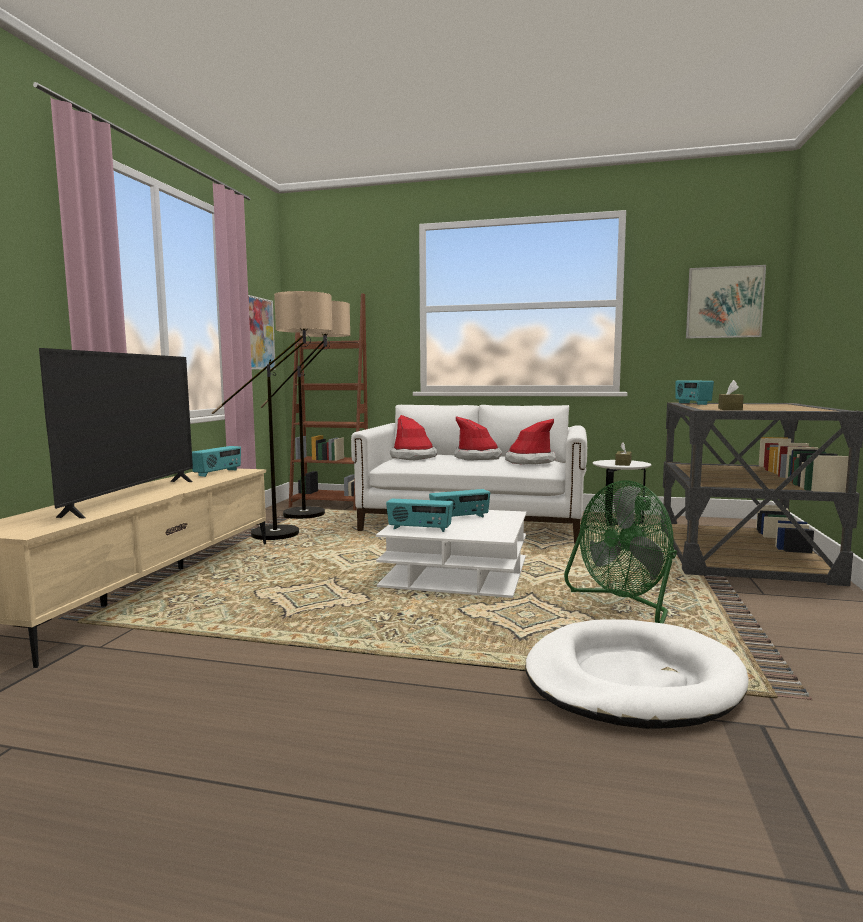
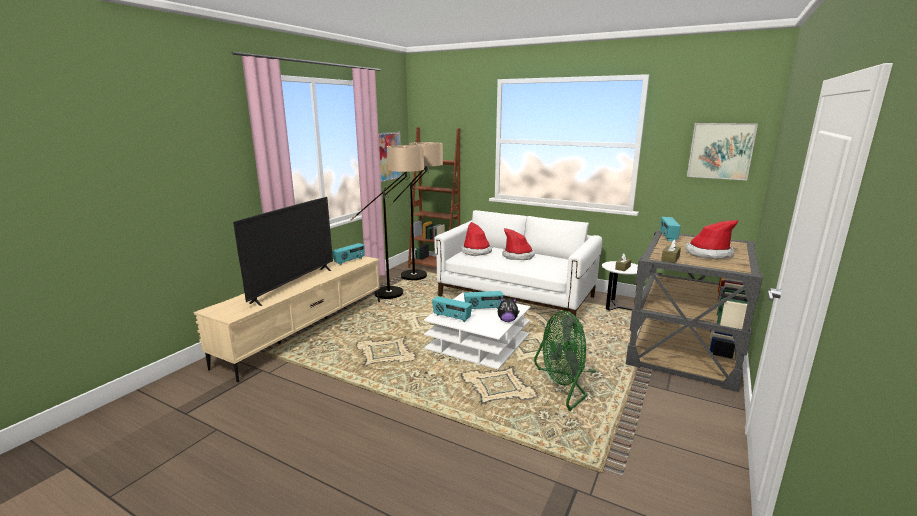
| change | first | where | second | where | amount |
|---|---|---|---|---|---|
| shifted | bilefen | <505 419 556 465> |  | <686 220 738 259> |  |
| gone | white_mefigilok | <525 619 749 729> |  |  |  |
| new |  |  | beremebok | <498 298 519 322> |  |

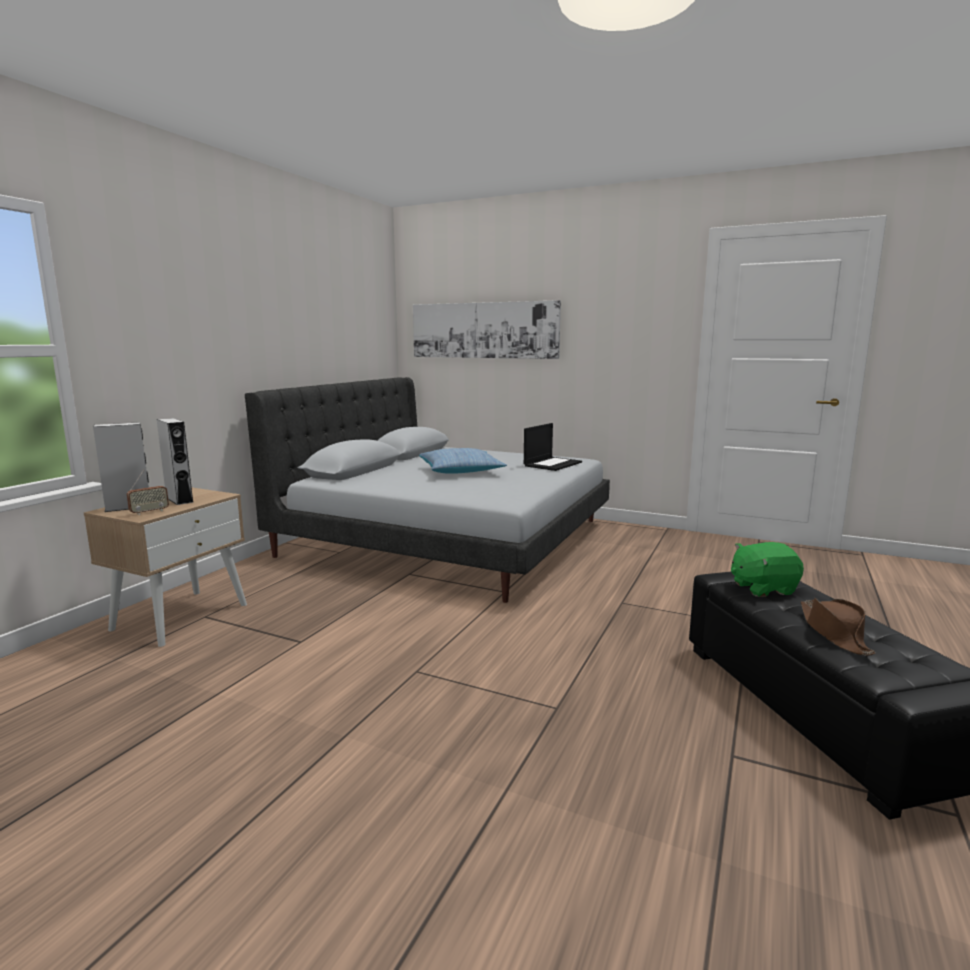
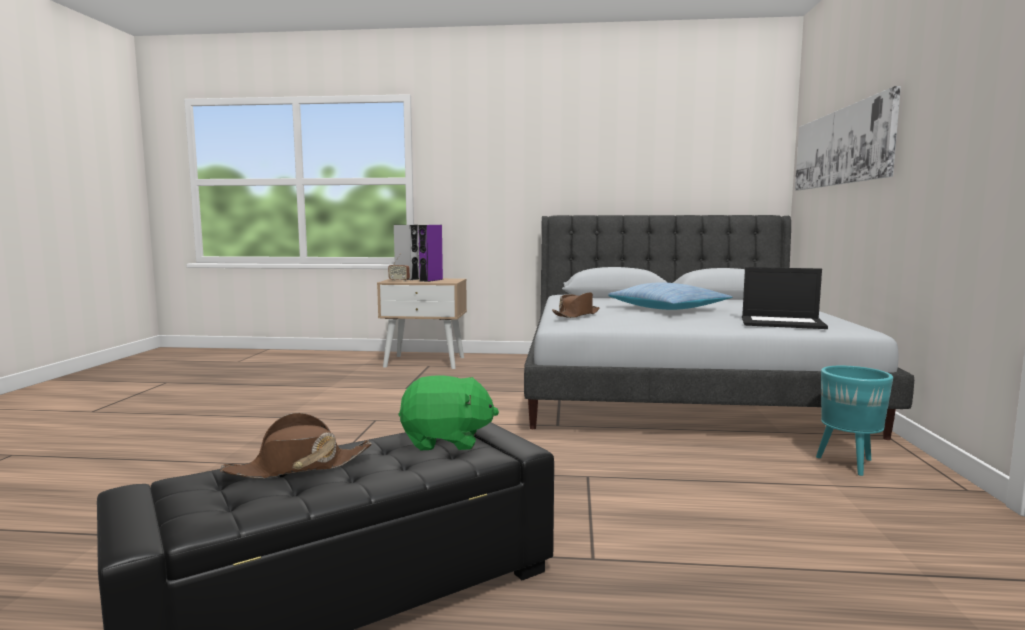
| change | first | where | second | where | amount |
|---|---|---|---|---|---|
| repainted | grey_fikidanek | <157 418 193 505> | purple_fikidanek | <418 225 443 282> |  |
| rotated | green_beremebok | <731 542 804 597> |  | <398 375 499 450> | 120 degrees clockwise |
| new |  |  | brown_bilefen | <552 293 599 318> |  |
| new |  |  | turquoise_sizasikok | <816 366 893 476> |  |

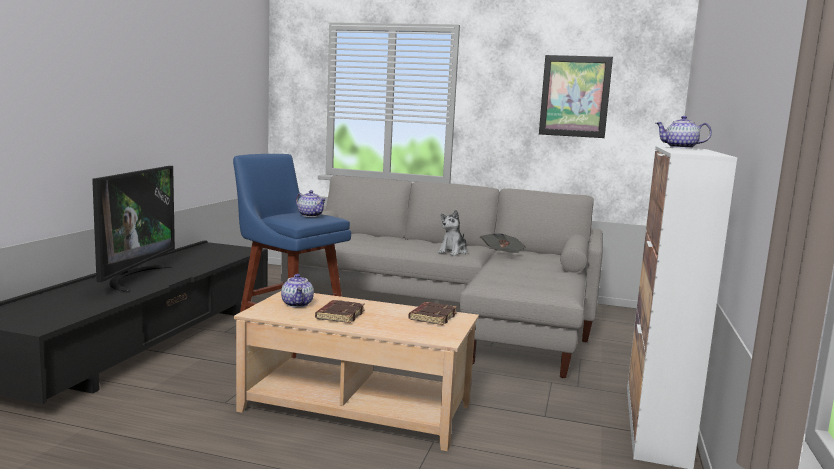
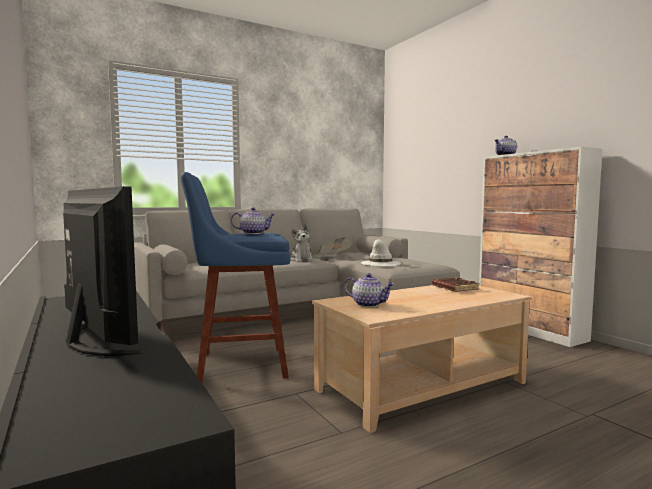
| change | first | where | second | where | amount |
|---|---|---|---|---|---|
| gone | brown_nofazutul | <315 300 365 323> |  |  |  |
| gone | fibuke | <539 55 613 138> |  |  |  |
| new |  |  | white_bilefen | <361 240 401 266> |  |

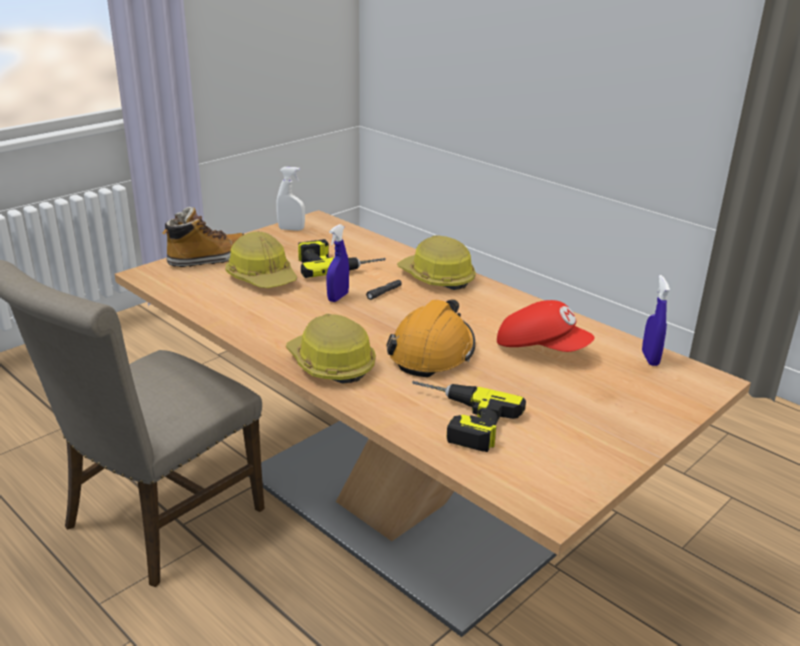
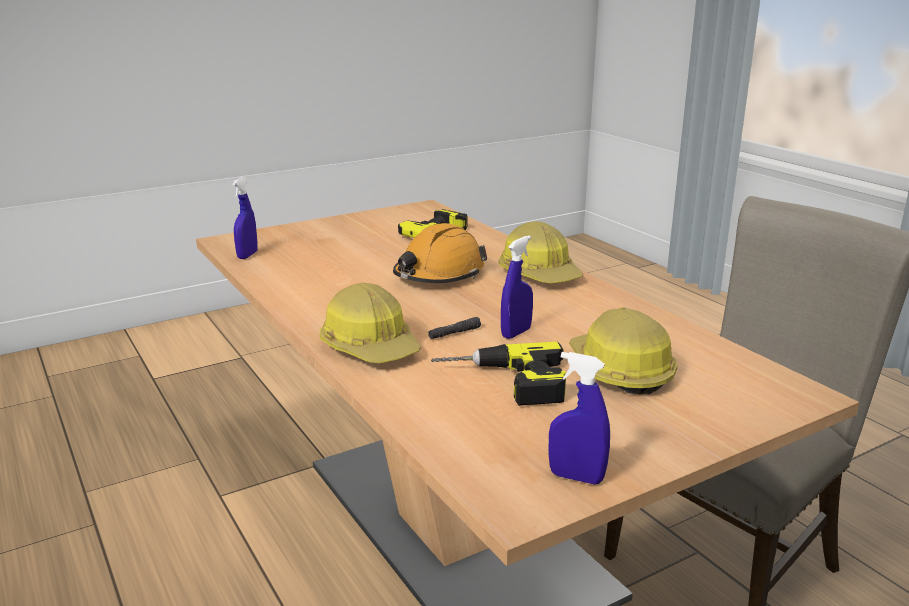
| change | first | where | second | where | amount |
|---|---|---|---|---|---|
| gone | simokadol | <162 207 245 267> |  |  |  |
| repainted | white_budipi | <276 167 305 231> | blue_budipi | <548 352 610 484> |  |
| gone | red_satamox | <497 300 595 352> |  |  |  |

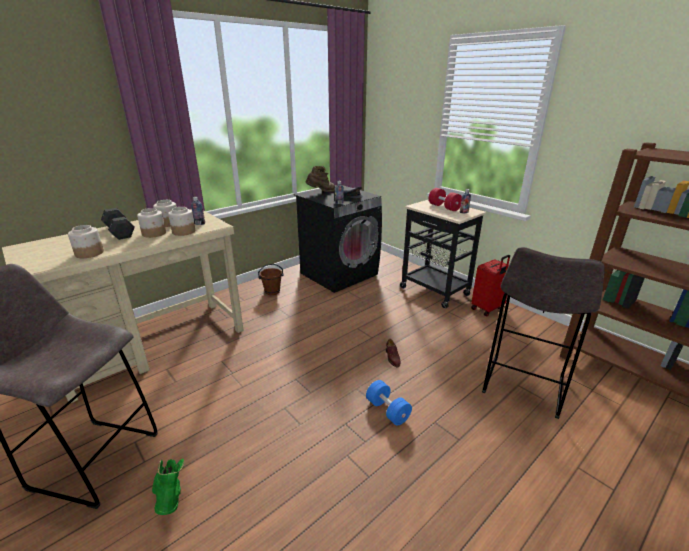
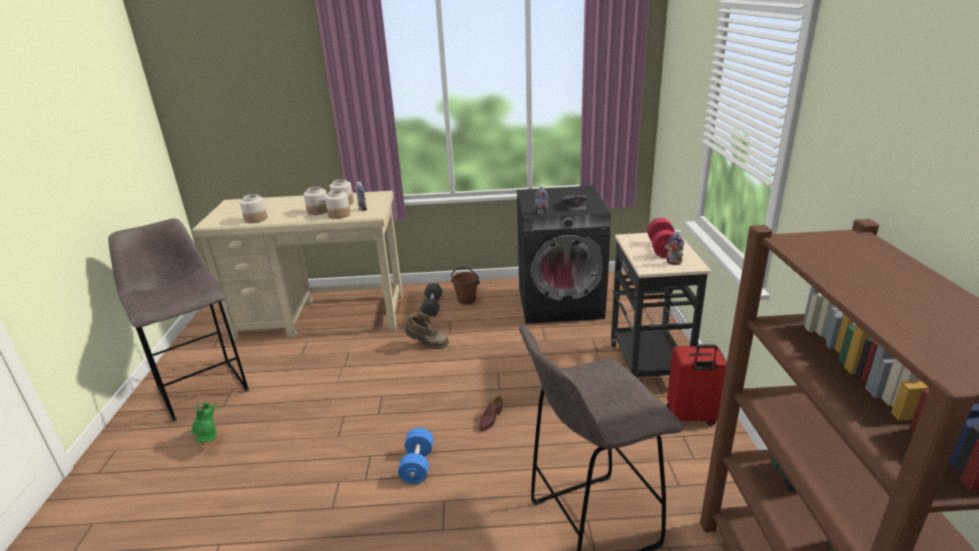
| change | first | where | second | where | amount |
|---|---|---|---|---|---|
| shifted | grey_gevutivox | <101 208 135 240> |  | <420 283 443 317> |  |
| rotated | green_simokadol | <152 459 185 515> |  | <191 402 218 442> | 45 degrees counterclockwise |
| shifted | brown_simokadol | <305 166 335 192> |  | <405 312 449 349> |  |

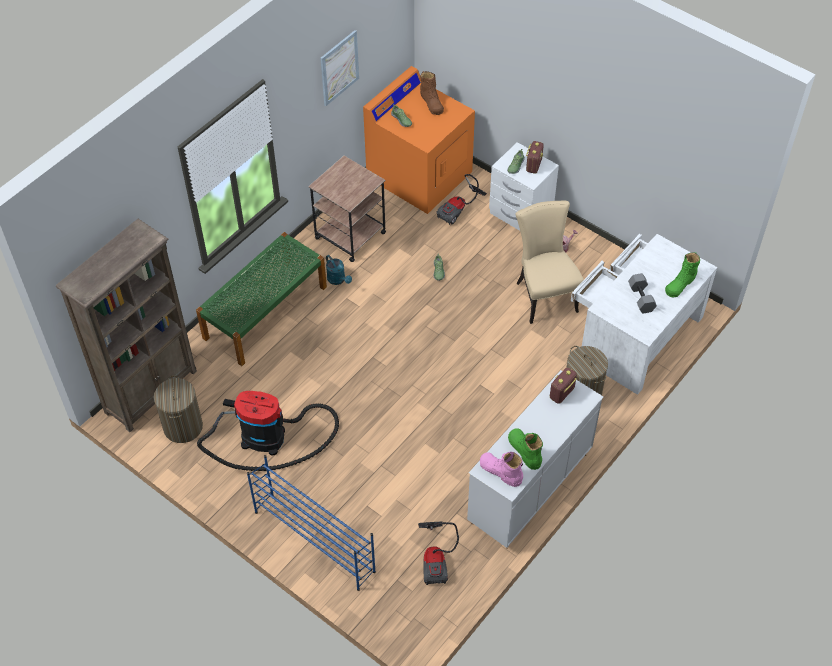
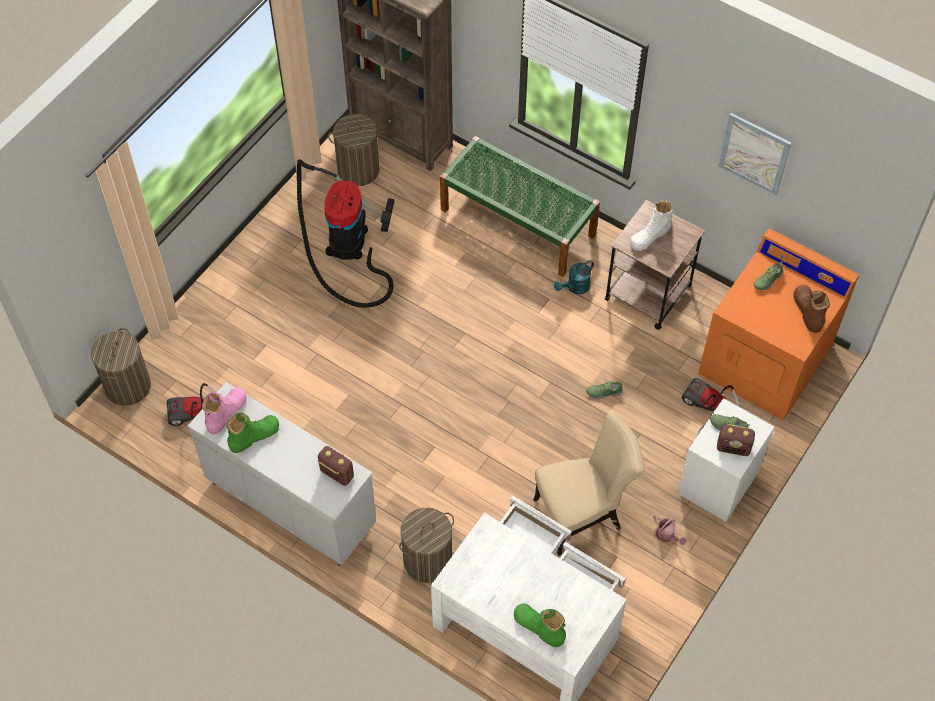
| change | first | where | second | where | amount |
|---|---|---|---|---|---|
| gone | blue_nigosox | <247 455 376 591> |  |  |  |
| rotated | brown_simokadol | <420 71 444 115> |  | <793 284 830 333> | 105 degrees clockwise |
| gone | grey_gevutivox | <628 273 657 313> |  |  |  |
| new |  |  | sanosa | <91 328 151 405> |  |
| new |  |  | white_simokadol | <630 200 673 251> |  |

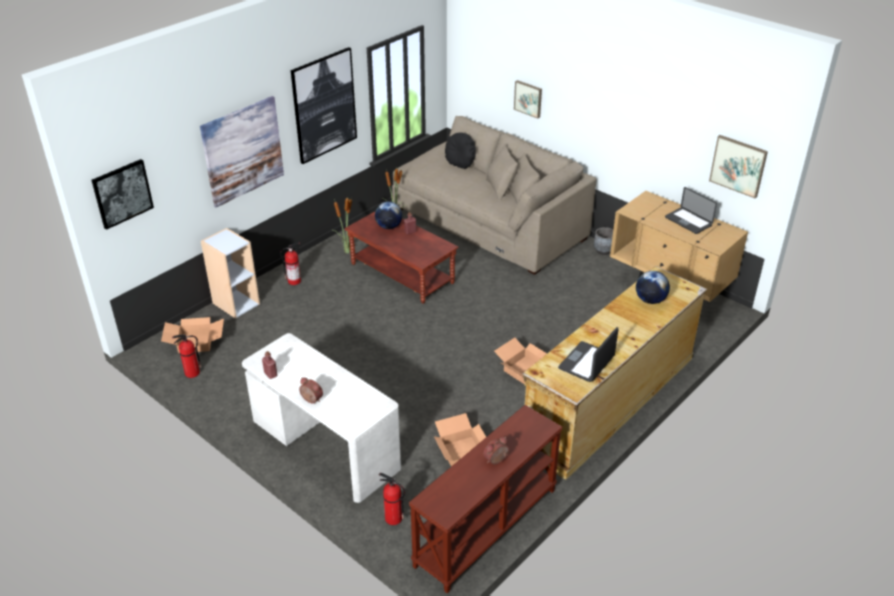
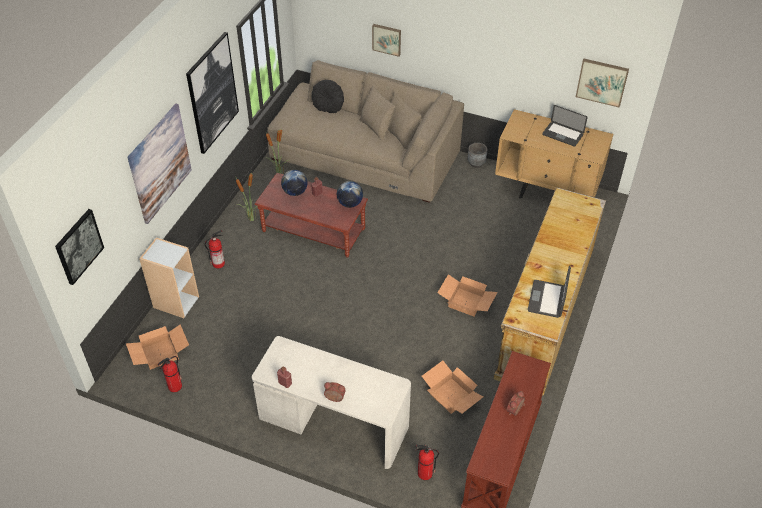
| change | first | where | second | where | amount |
|---|---|---|---|---|---|
| shifted | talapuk | <636 271 670 304> |  | <337 181 363 208> |  |

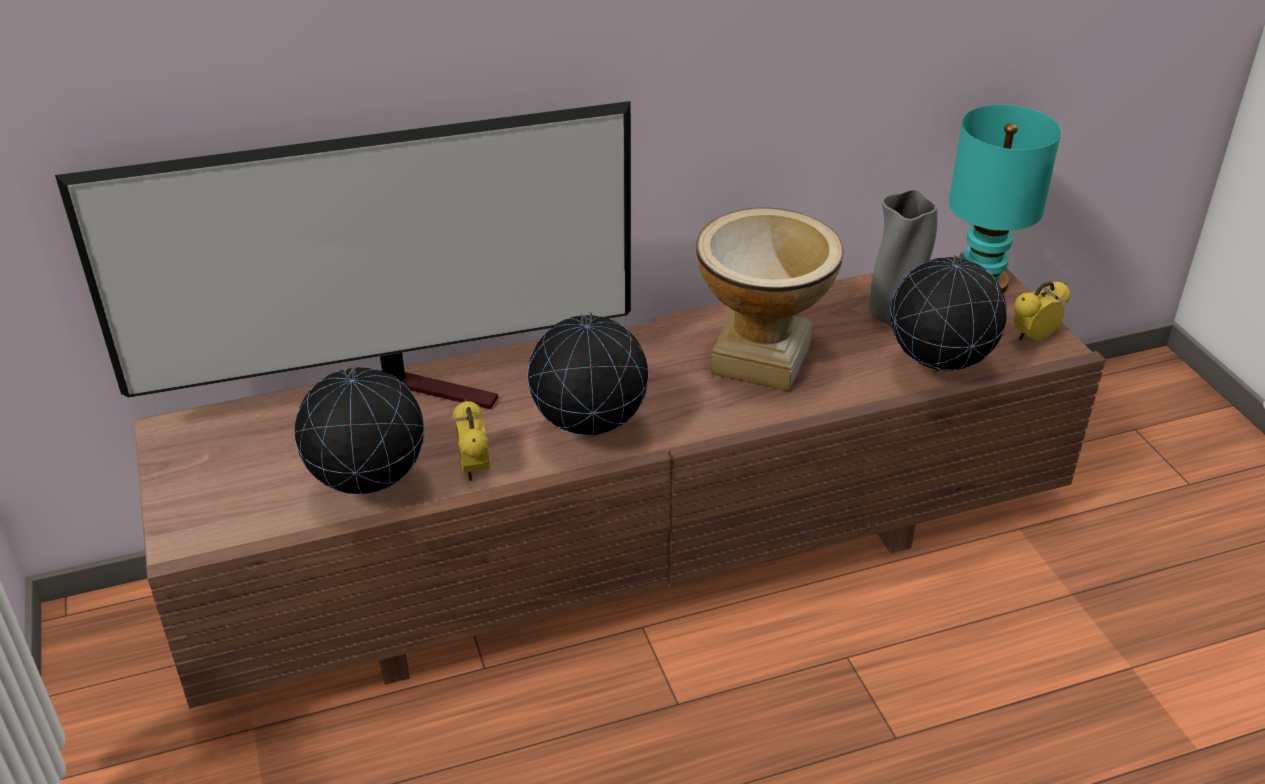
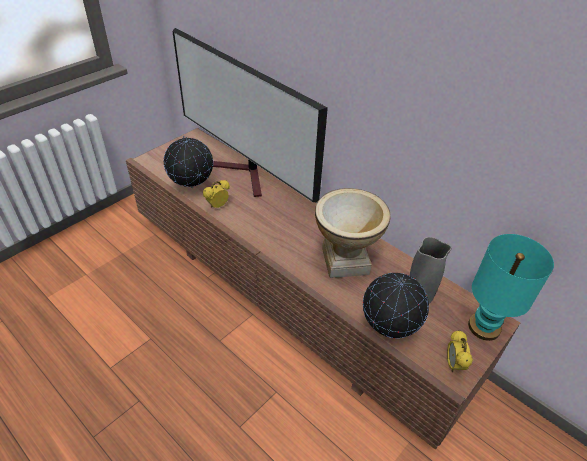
| change | first | where | second | where | amount |
|---|---|---|---|---|---|
| gone | talapuk | <527 311 649 436> |  |  |  |
| rotated | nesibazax | <1014 281 1070 341> |  | <447 330 473 372> | 120 degrees counterclockwise |

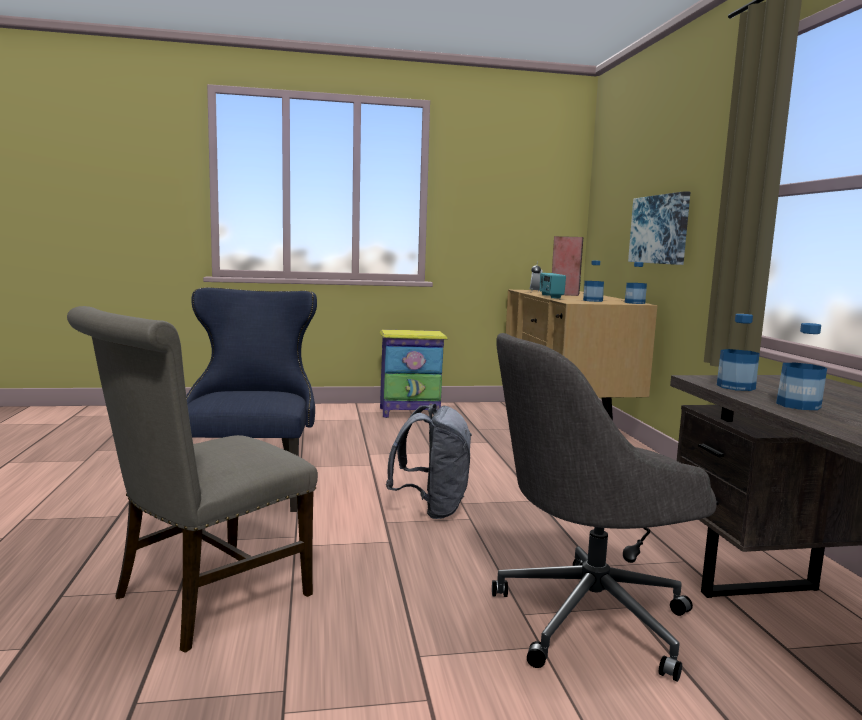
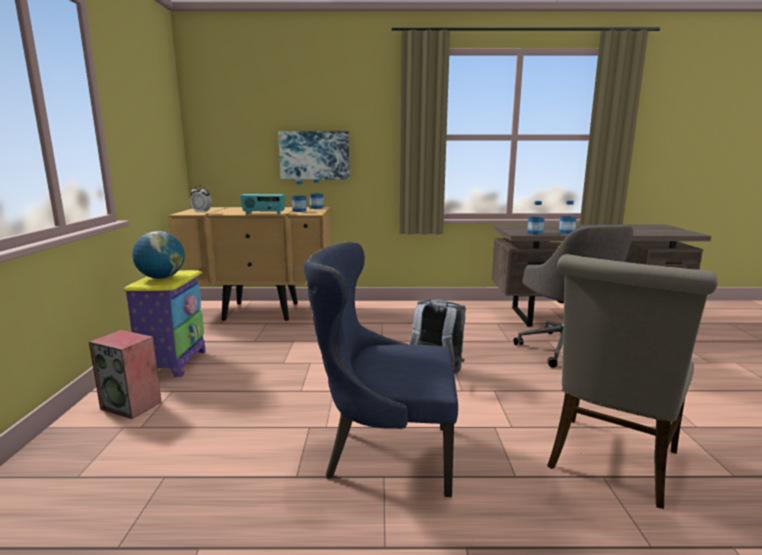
| change | first | where | second | where | amount |
|---|---|---|---|---|---|
| rotated | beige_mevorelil | <67 306 318 653> |  | <547 254 718 509> | 75 degrees clockwise |
| shifted | fikidanek | <552 236 583 296> |  | <89 330 162 419> |  |
| new |  |  | talapuk | <132 231 185 279> |  |

